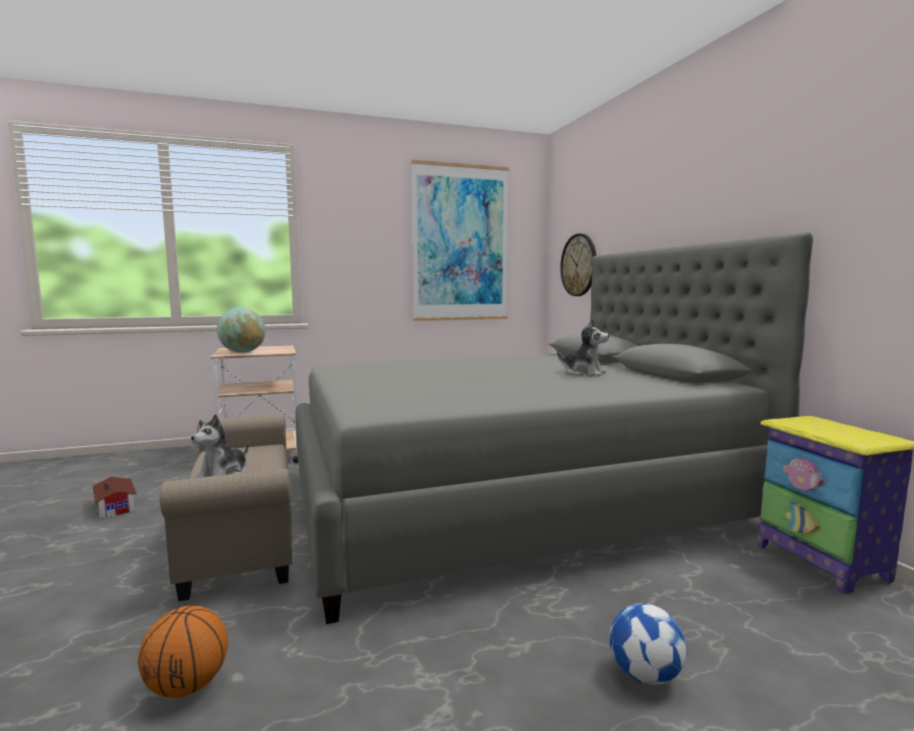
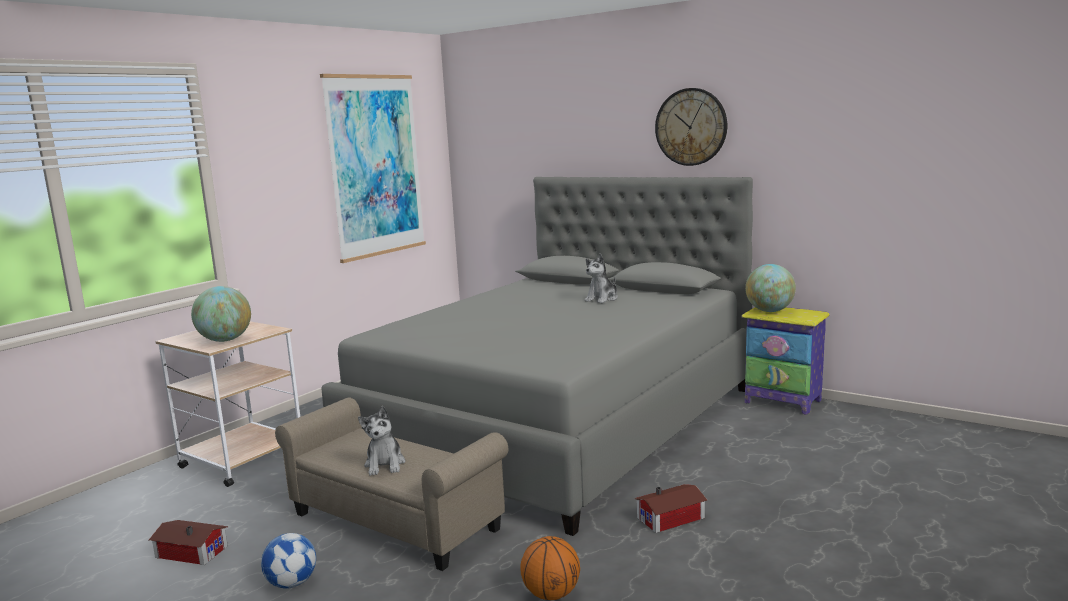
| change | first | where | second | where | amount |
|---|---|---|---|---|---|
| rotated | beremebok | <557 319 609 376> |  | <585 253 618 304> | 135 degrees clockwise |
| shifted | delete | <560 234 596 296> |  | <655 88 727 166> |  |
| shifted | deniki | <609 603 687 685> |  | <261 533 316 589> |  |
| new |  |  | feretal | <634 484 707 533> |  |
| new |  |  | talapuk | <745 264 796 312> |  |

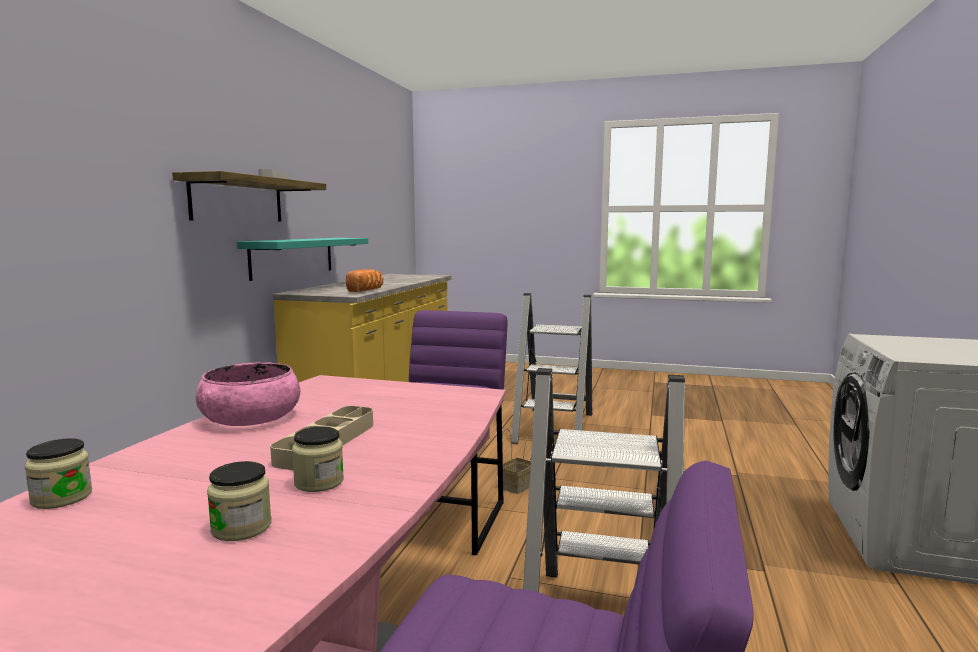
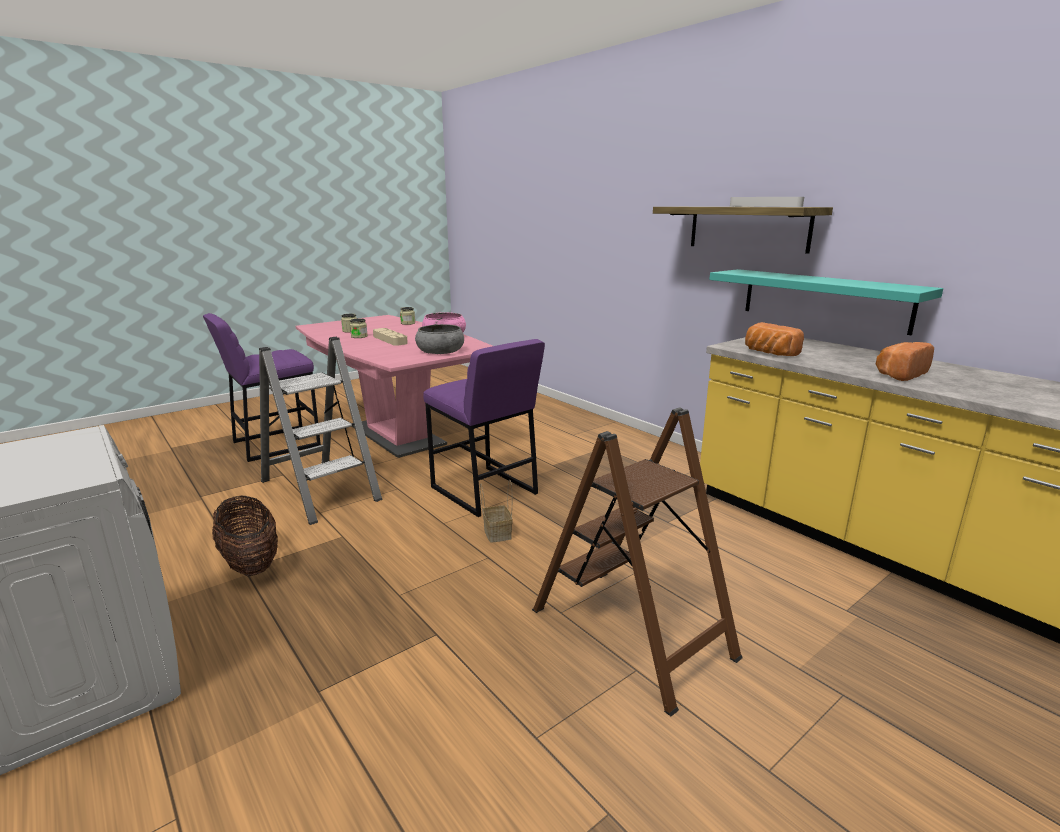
| change | first | where | second | where | amount |
|---|---|---|---|---|---|
| repainted | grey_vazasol | <510 293 593 444> | brown_vazasol | <532 407 743 716> |  |
| new |  |  | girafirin | <212 496 278 577> |  |
| new |  |  | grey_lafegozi | <415 324 464 354> |  |
| new |  |  | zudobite | <876 342 934 381> |  |

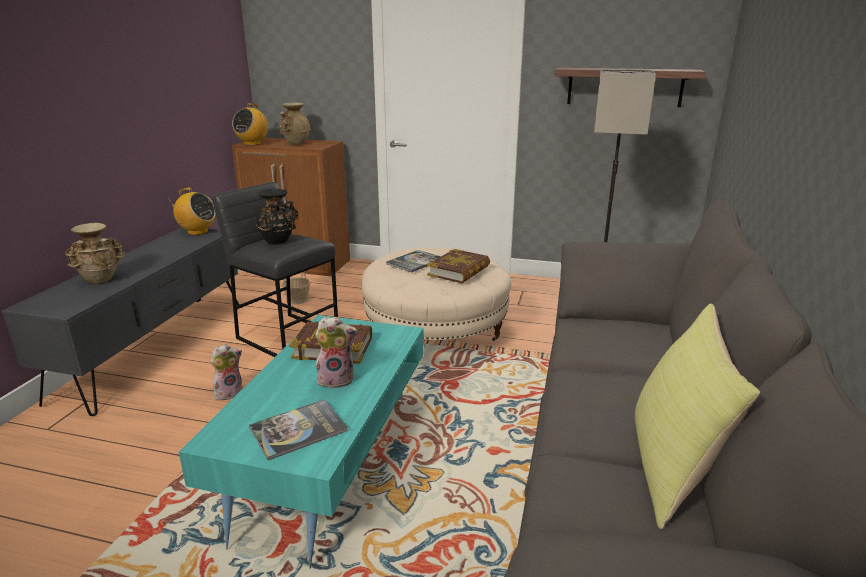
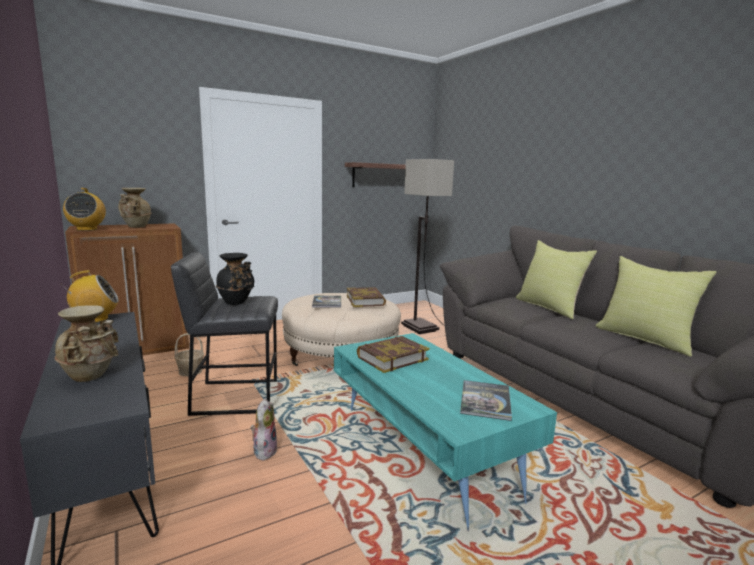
| change | first | where | second | where | amount |
|---|---|---|---|---|---|
| gone | beremebok | <315 317 358 388> |  |  |  |
| new |  |  | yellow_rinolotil | <516 240 597 319> |  |

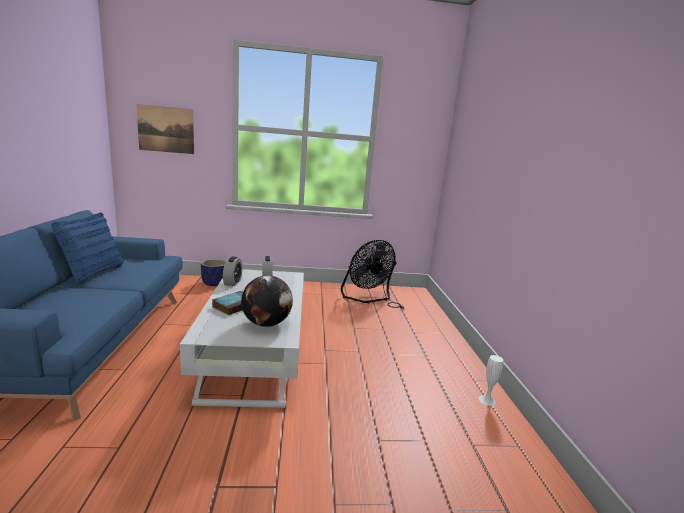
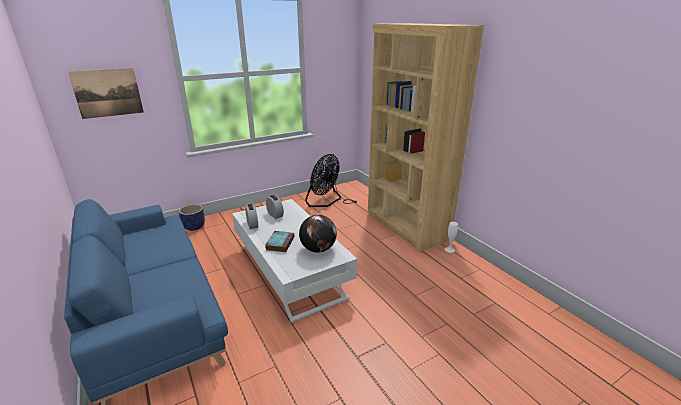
| change | first | where | second | where | amount |
|---|---|---|---|---|---|
| gone | blue_rinolotil | <51 212 124 284> |  |  |  |
| new |  |  | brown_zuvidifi | <368 23 484 252> |  |

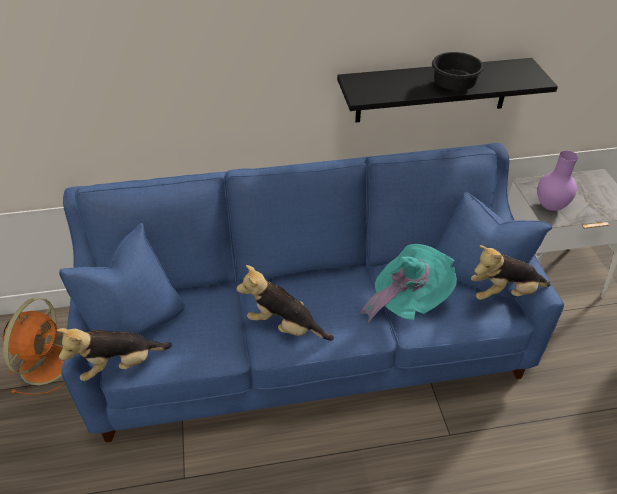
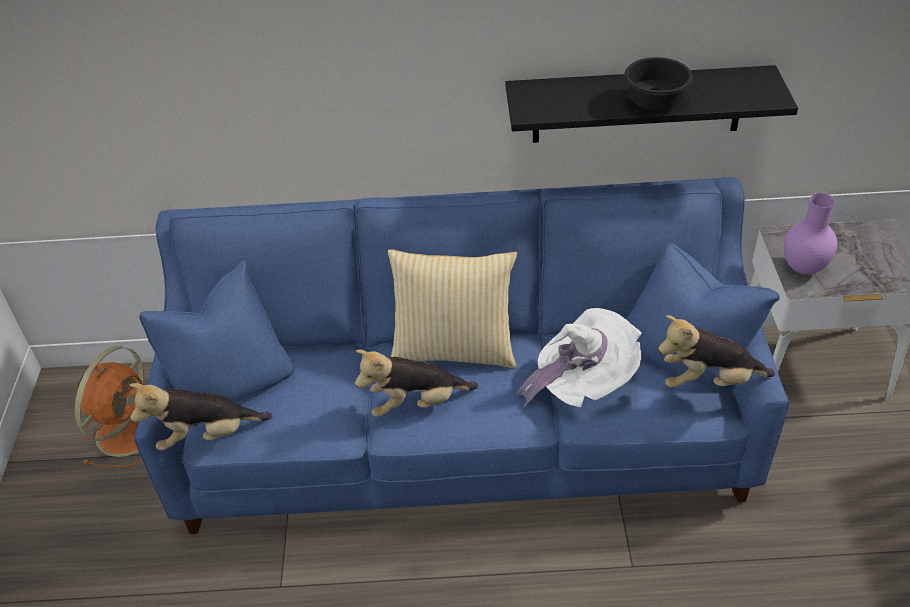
| change | first | where | second | where | amount |
|---|---|---|---|---|---|
| rotated | beremebok | <236 265 334 341> |  | <355 350 478 417> | 45 degrees counterclockwise |
| repainted | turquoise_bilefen | <360 244 457 323> | white_bilefen | <516 308 642 407> |  |
| new |  |  | rinolotil | <388 249 517 368> |  |

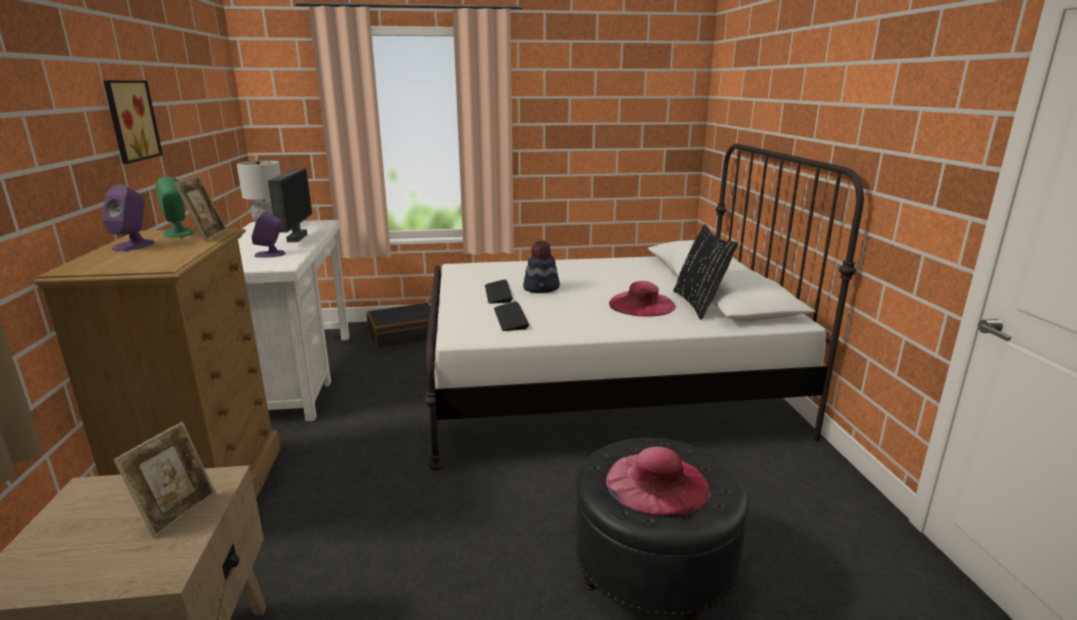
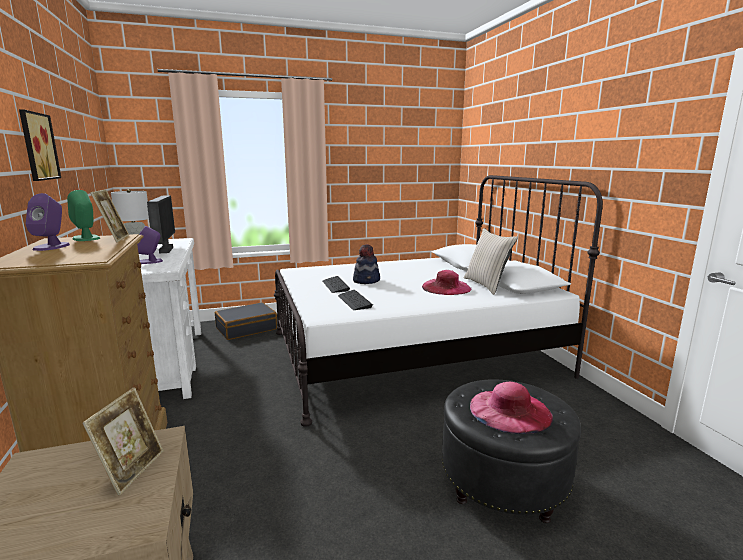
| change | first | where | second | where | amount |
|---|---|---|---|---|---|
| repainted | black_rinolotil | <673 224 738 320> | beige_rinolotil | <464 228 518 295> |  |

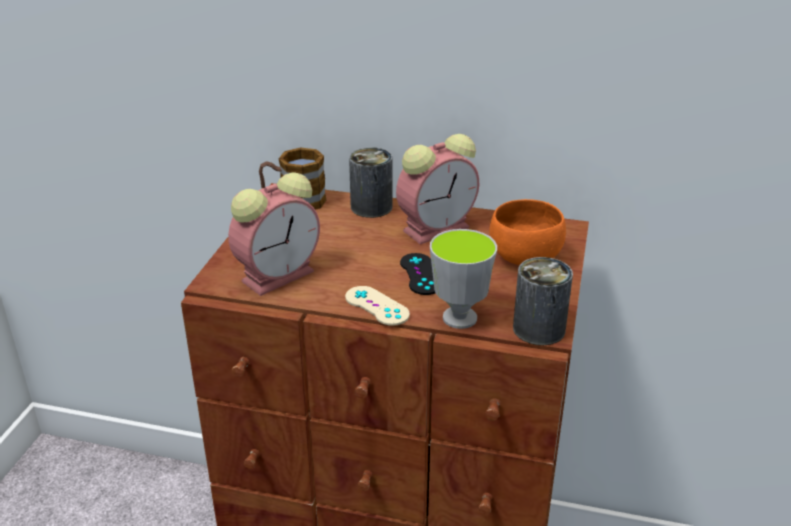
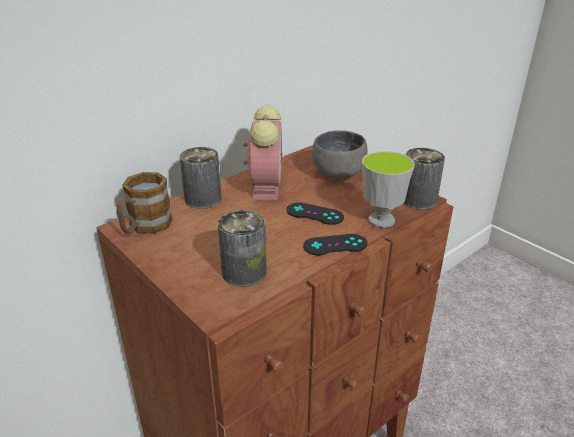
| change | first | where | second | where | amount |
|---|---|---|---|---|---|
| swapped | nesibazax | <228 172 320 296> | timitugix | <218 210 267 287> |  |
| repainted | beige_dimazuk | <345 286 410 326> | black_dimazuk | <303 234 367 255> |  |
| repainted | orange_lafegozi | <489 199 566 265> | grey_lafegozi | <312 130 368 179> |  |

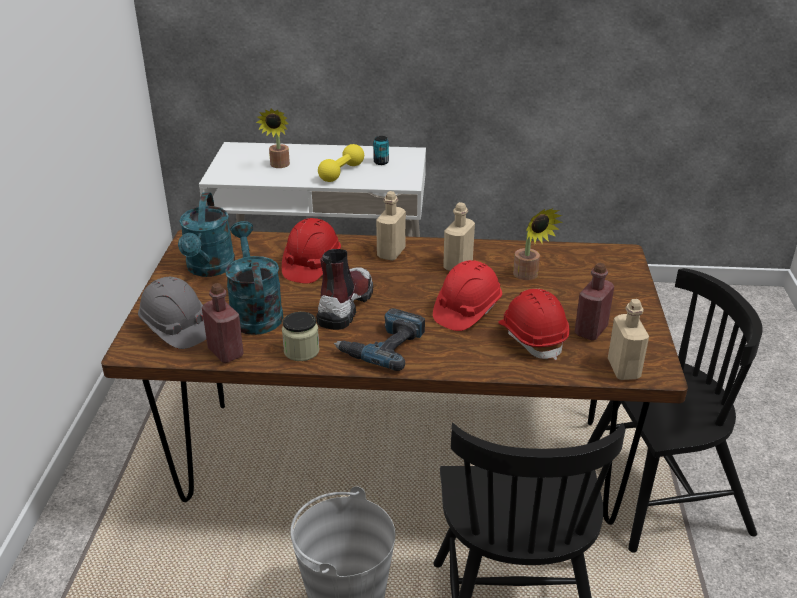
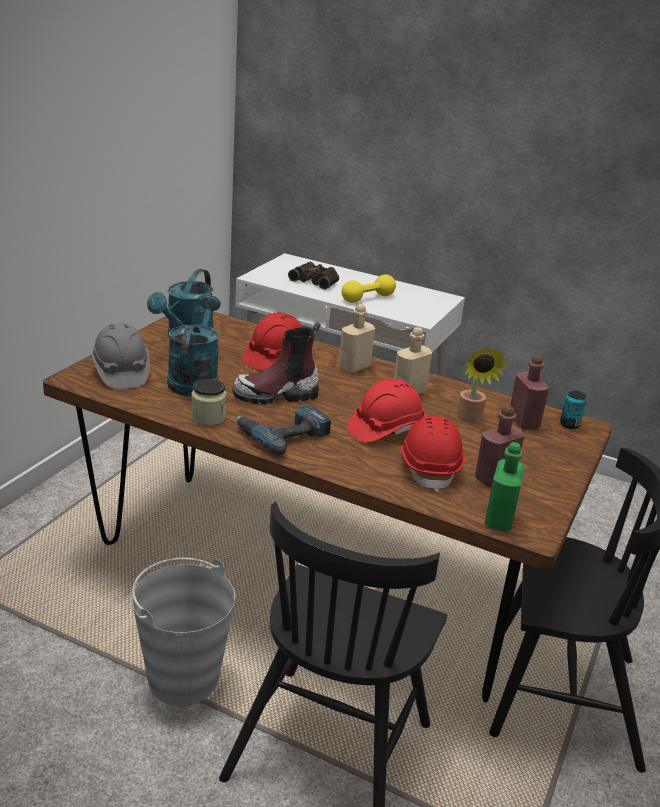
| change | first | where | second | where | amount |
|---|---|---|---|---|---|
| shifted | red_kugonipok | <202 283 244 363> |  | <510 355 549 430> |  |
| swapped | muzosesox | <256 108 290 168> | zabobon | <288 262 339 290> |  |
| rotated | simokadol | <316 249 374 330> |  | <233 322 321 405> | 150 degrees counterclockwise |
| shifted | timitugix | <373 136 389 165> |  | <560 390 586 429> |  |
| repainted | beige_kugonipok | <608 299 649 380> | green_kugonipok | <484 442 525 531> |  |

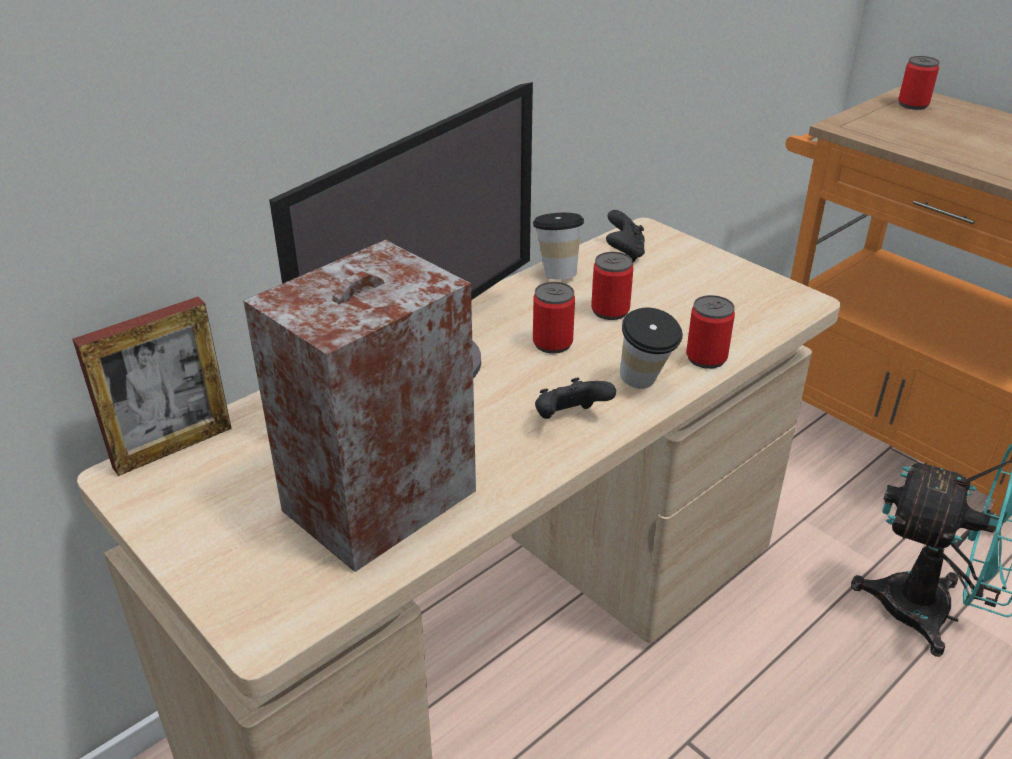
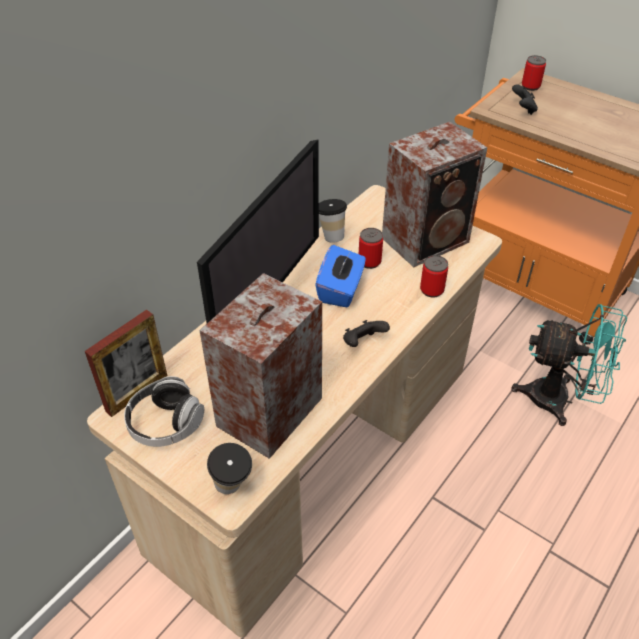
| change | first | where | second | where | amount |
|---|---|---|---|---|---|
| swapped | timitugix | <533 282 575 354> | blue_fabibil | <315 245 366 307> |  |
| shifted | black_dimazuk | <606 210 645 262> |  | <512 84 538 115> |  |
| shifted | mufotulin | <620 307 683 389> |  | <207 443 252 494> |  |
| new |  |  | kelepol | <124 376 204 447> |  |
| new |  |  | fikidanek | <382 122 487 267> |  |

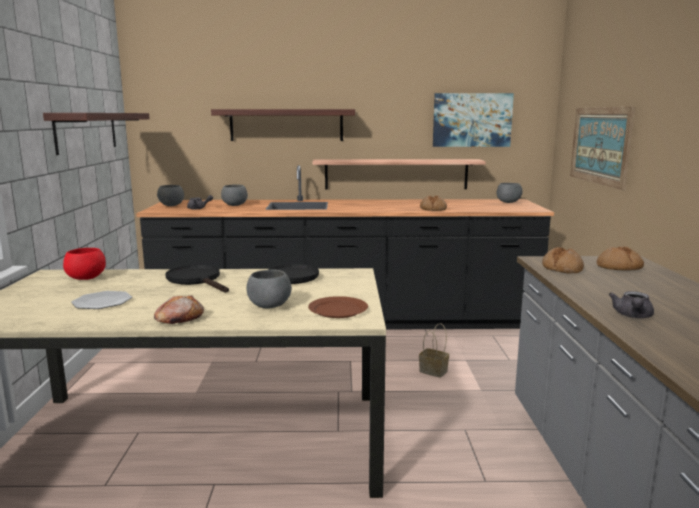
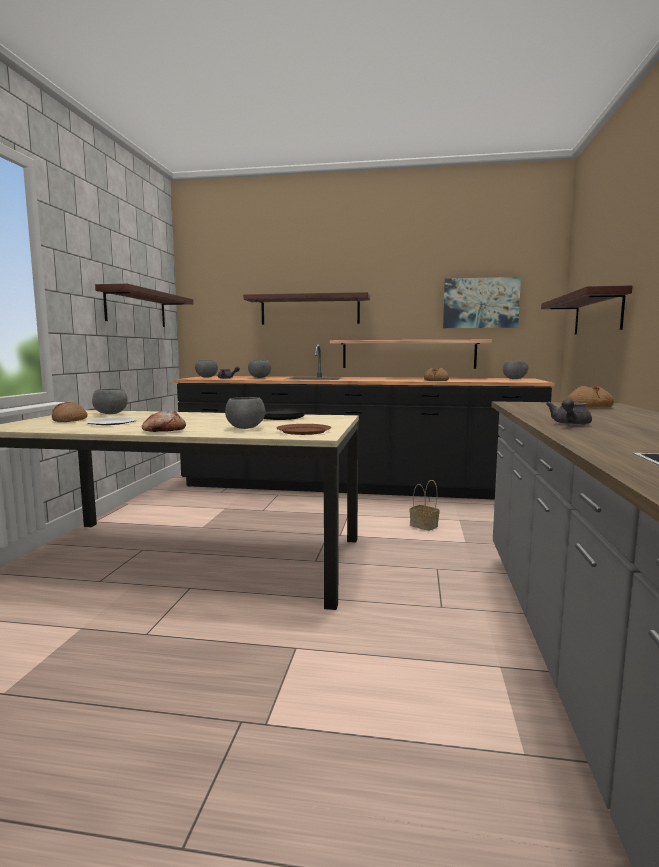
| change | first | where | second | where | amount |
|---|---|---|---|---|---|
| repainted | red_lafegozi | <63 248 106 280> | grey_lafegozi | <92 389 128 414> |  |
| gone | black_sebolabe | <165 265 229 292> |  |  |  |
| shifted | zudobite | <542 247 584 273> |  | <52 402 88 422> |  |
| swapped | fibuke | <570 107 635 190> | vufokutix | <541 285 632 335> |  |

